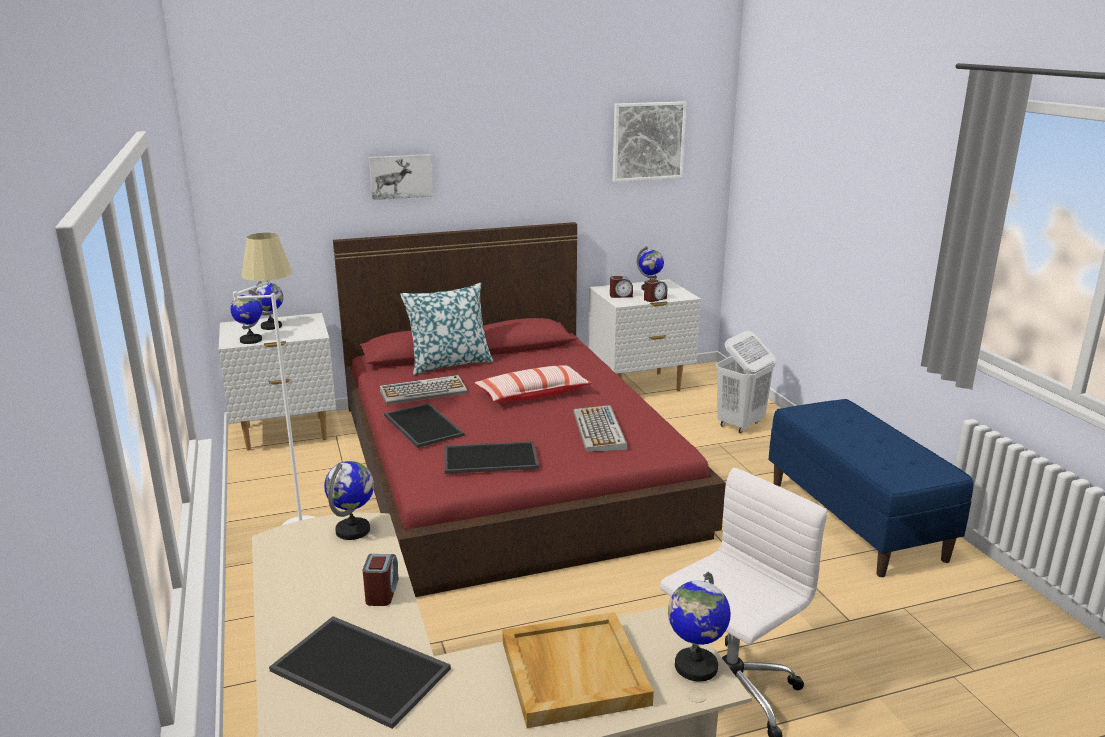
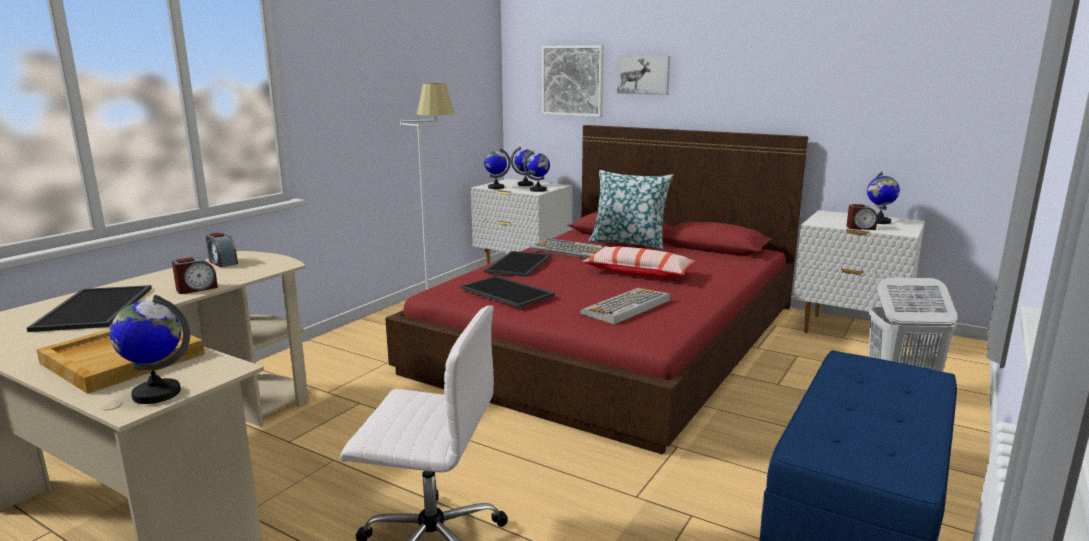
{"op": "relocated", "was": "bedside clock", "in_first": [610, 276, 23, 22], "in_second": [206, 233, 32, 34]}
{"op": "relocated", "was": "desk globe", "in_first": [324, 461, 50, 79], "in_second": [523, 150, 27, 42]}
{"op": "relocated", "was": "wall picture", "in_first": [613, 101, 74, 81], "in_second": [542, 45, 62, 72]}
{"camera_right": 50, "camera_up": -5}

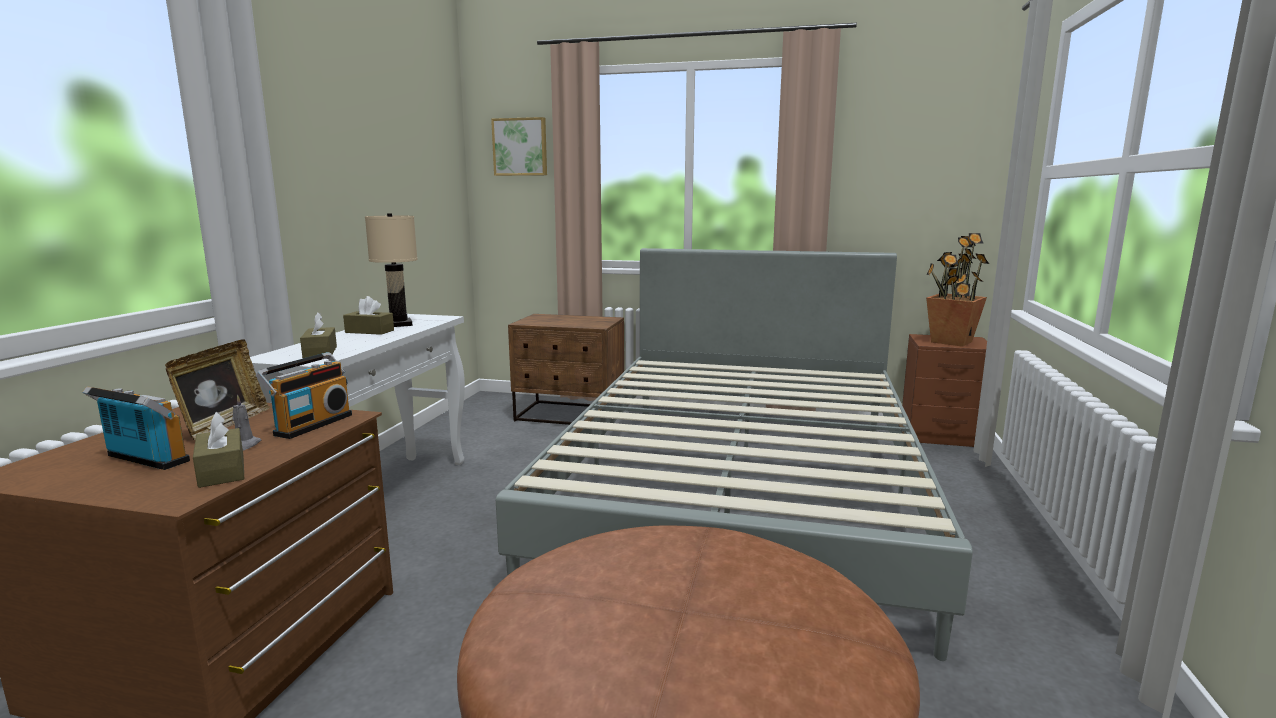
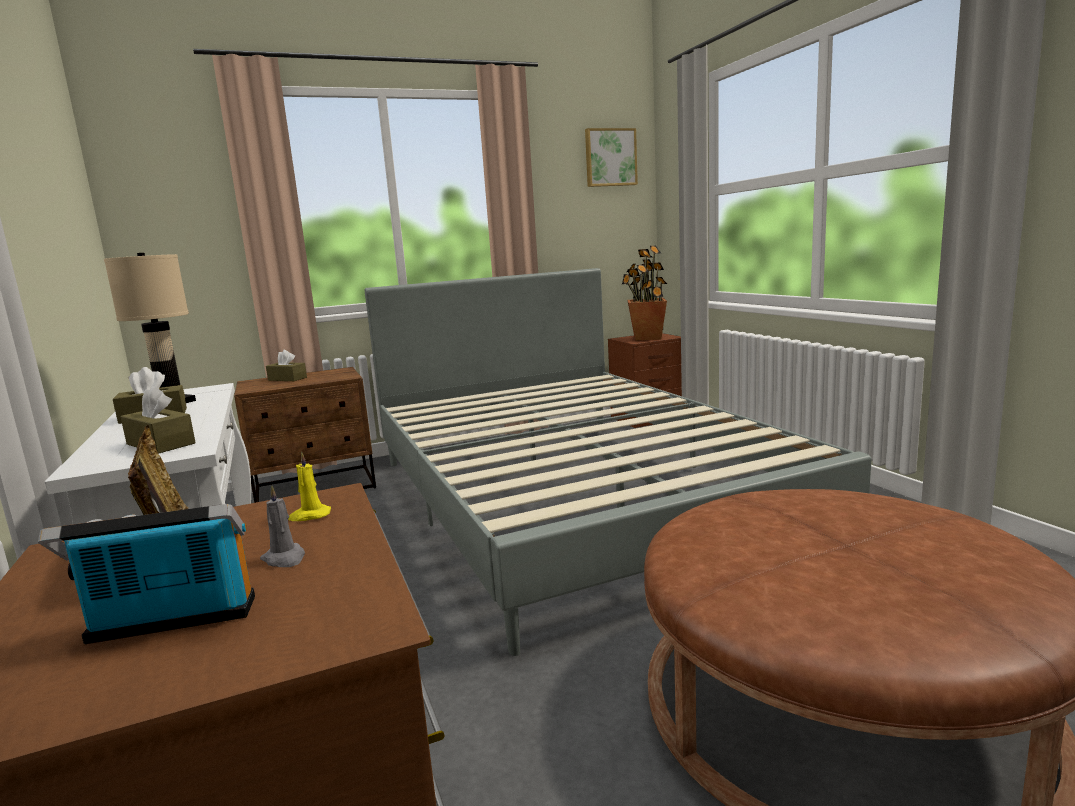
{"op": "relocated", "was": "box of tissues (brown)", "in_first": [193, 412, 51, 76], "in_second": [266, 350, 41, 31]}
{"op": "exchanged", "was": "radio", "now": "candle (yellow-coloured)", "in_first": [256, 352, 96, 87], "in_second": [288, 451, 43, 70]}
{"op": "relocated", "was": "wall picture", "in_first": [491, 117, 56, 59], "in_second": [585, 128, 53, 59]}
{"camera_right": -35, "camera_up": 0}

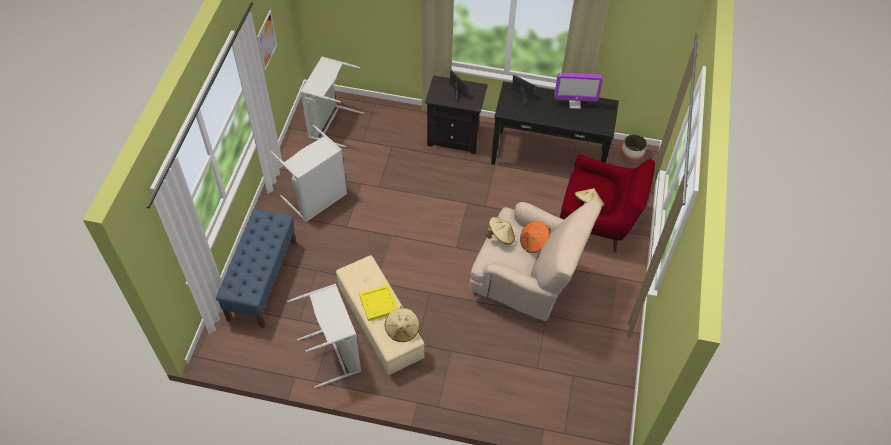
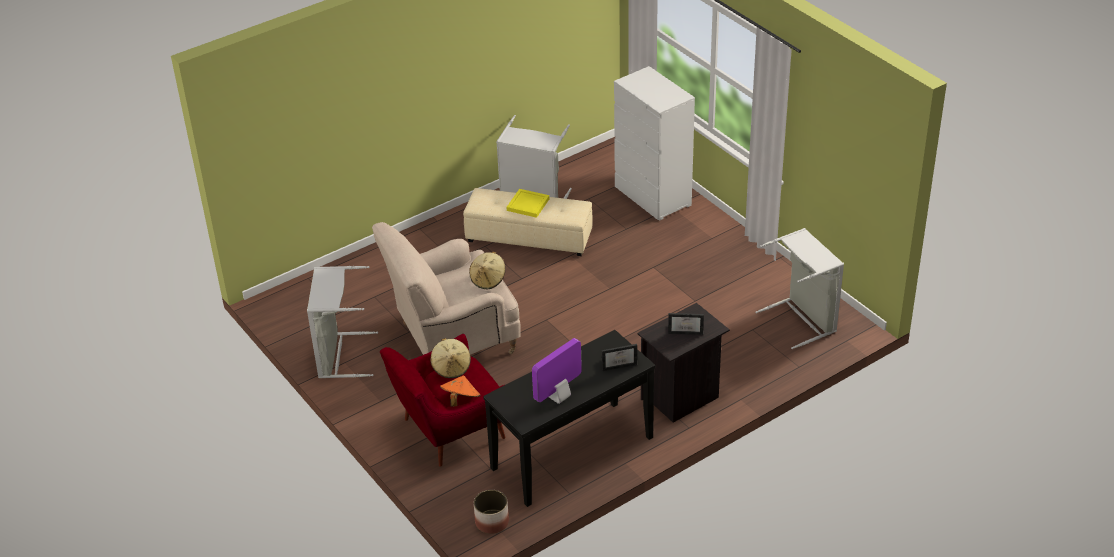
{"op": "relocated", "was": "hamper (grey)", "in_first": [270, 124, 77, 98], "in_second": [307, 266, 71, 112]}
{"op": "relocated", "was": "clothing hat (orange)", "in_first": [520, 221, 30, 32], "in_second": [440, 375, 40, 32]}
{"op": "exchanged", "was": "long seat (bluish)", "now": "dresser (white-coloured)", "in_first": [216, 209, 80, 120], "in_second": [614, 66, 81, 155]}
{"op": "missing", "was": "wall picture", "in_first": [257, 10, 20, 61]}
{"op": "missing", "was": "clothing hat (sand-coloured)", "in_first": [385, 306, 35, 36]}
{"camera_right": 135, "camera_up": -15}

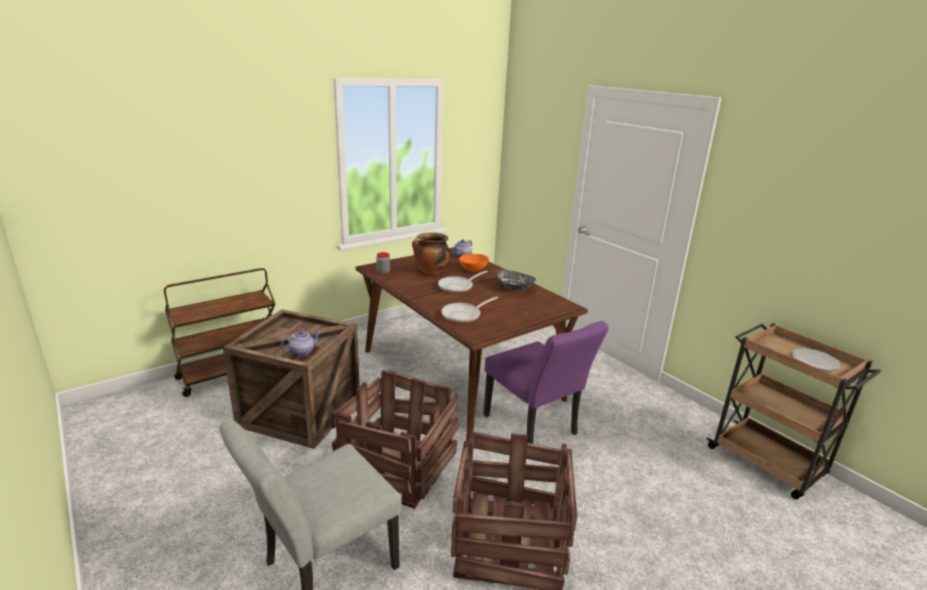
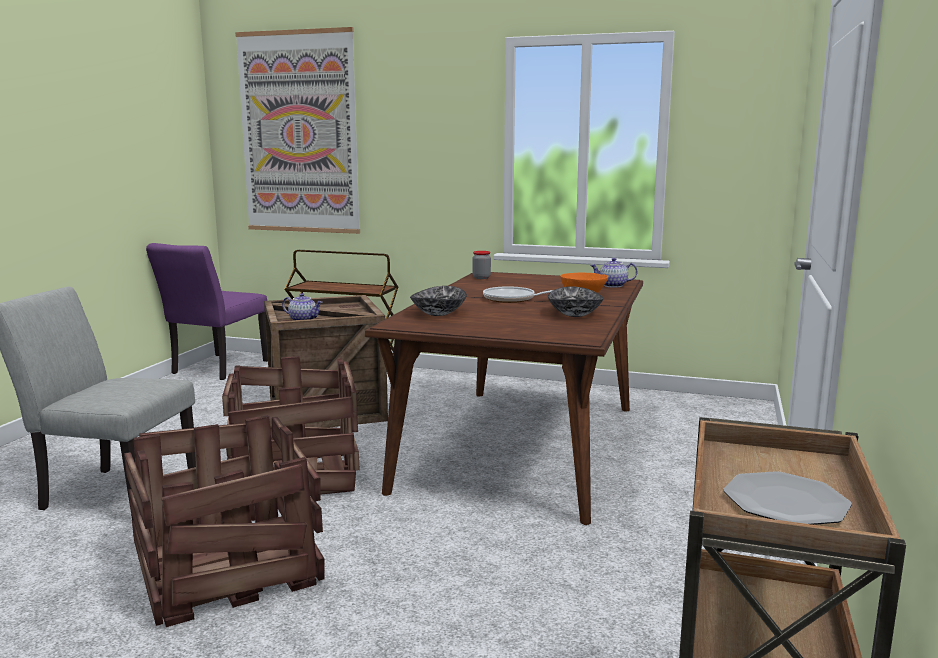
{"op": "relocated", "was": "chair (purple)", "in_first": [484, 321, 125, 123], "in_second": [146, 243, 122, 137]}
{"op": "appeared", "now": "wall picture", "in_second": [235, 27, 125, 207]}
{"op": "exchanged", "was": "frying pan", "now": "bowl", "in_first": [441, 296, 57, 27], "in_second": [410, 286, 57, 30]}
{"op": "missing", "was": "saucepot", "in_first": [412, 233, 38, 42]}
{"camera_right": 55, "camera_up": -10}

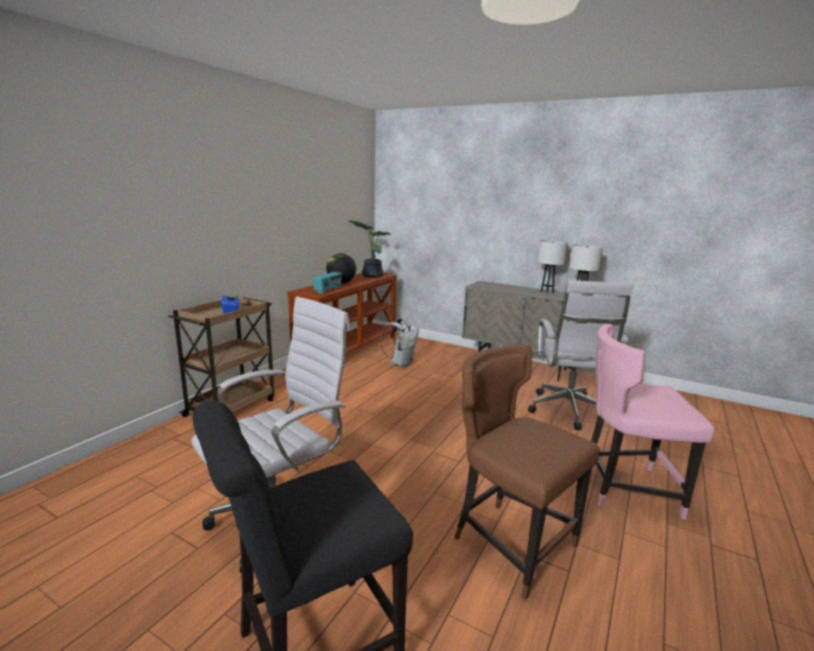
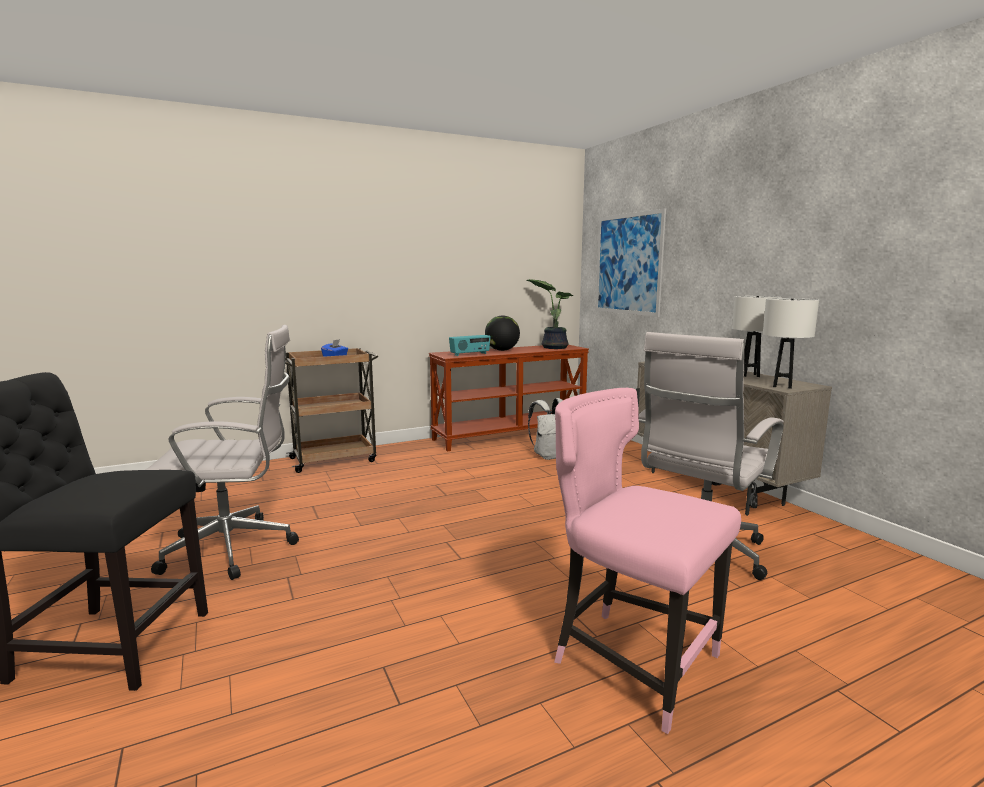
{"op": "appeared", "now": "wall picture", "in_second": [596, 208, 70, 109]}
{"op": "missing", "was": "chair (brown)", "in_first": [454, 344, 146, 256]}
{"camera_right": 35, "camera_up": -5}

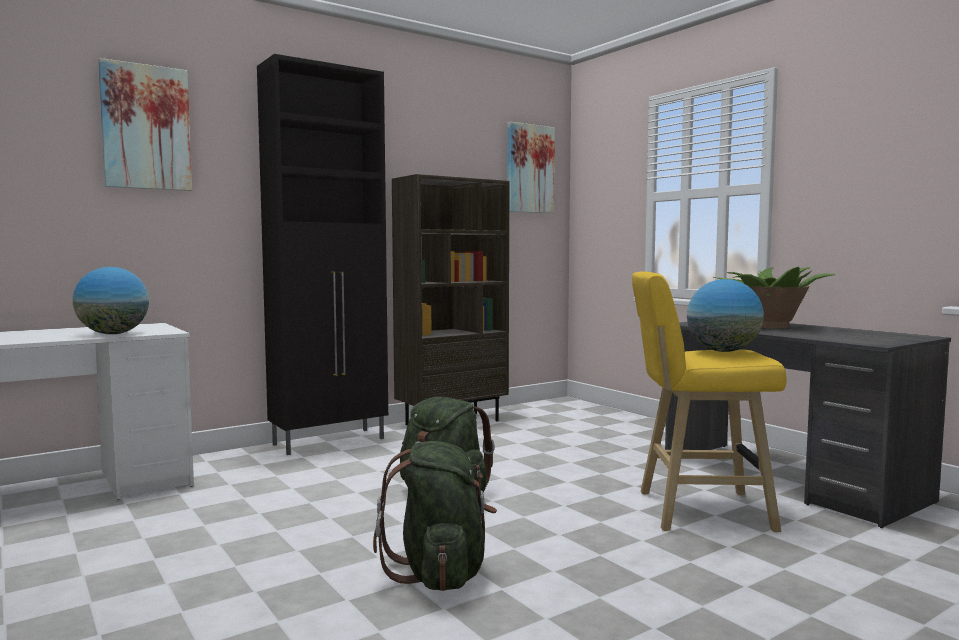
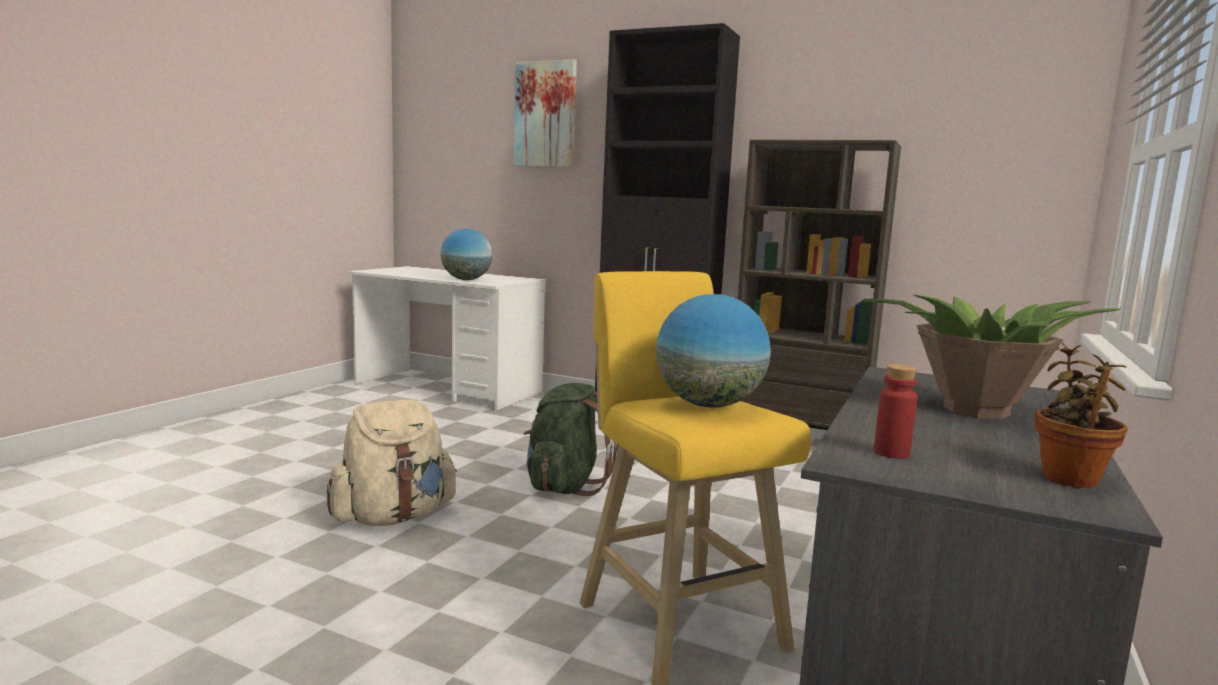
{"op": "colour", "was": "backpack (green)", "now": "backpack (sand-coloured)", "in_first": [373, 441, 124, 150], "in_second": [326, 400, 131, 126]}
{"op": "appeared", "now": "beverage bottle (reddish)", "in_second": [874, 364, 43, 95]}
{"op": "appeared", "now": "houseplant", "in_second": [1035, 343, 93, 145]}
{"op": "missing", "was": "wall picture", "in_first": [507, 122, 48, 91]}
{"camera_right": 60, "camera_up": 5}

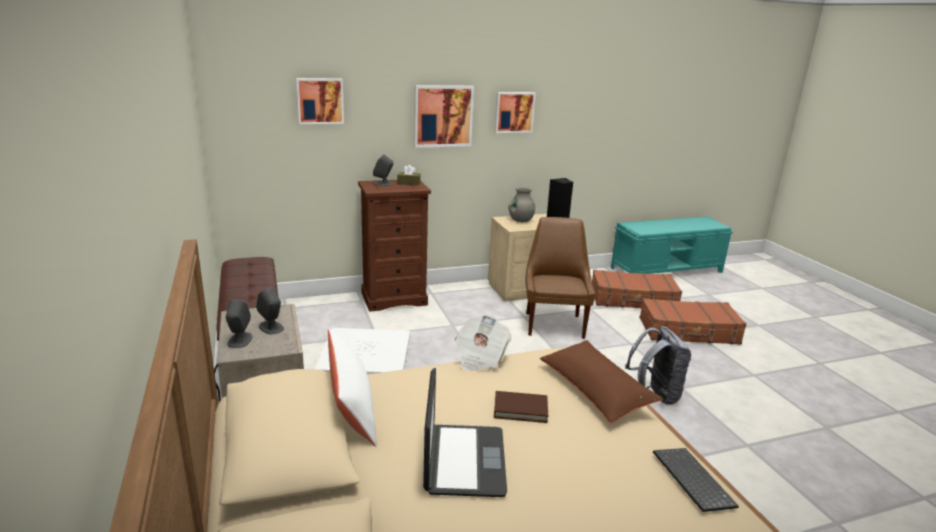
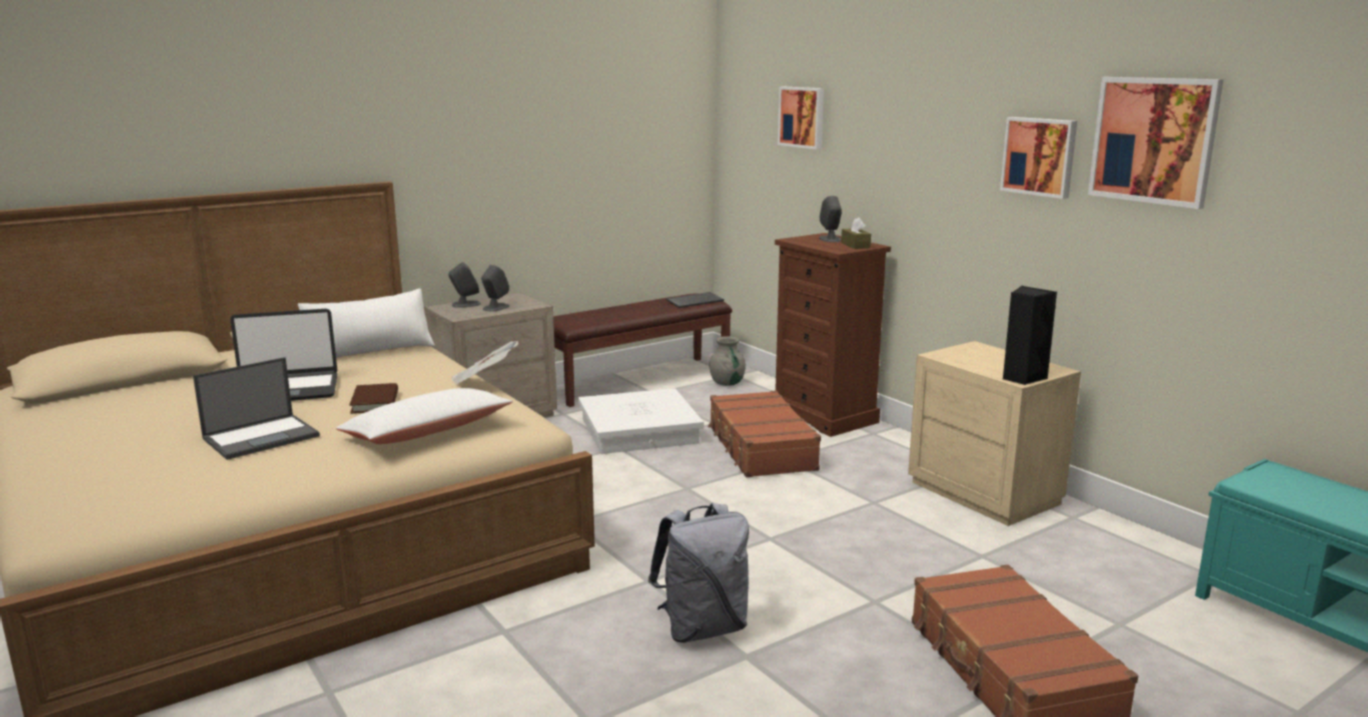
{"op": "appeared", "now": "notebook computer", "in_second": [193, 357, 127, 103]}
{"op": "colour", "was": "throw pillow (brown)", "now": "throw pillow (white-coloured)", "in_first": [540, 340, 123, 83], "in_second": [336, 388, 177, 56]}
{"op": "relocated", "was": "PC keyboard", "in_first": [653, 448, 86, 64], "in_second": [666, 292, 58, 16]}
{"op": "relocated", "was": "suitcase (brown)", "in_first": [592, 270, 90, 38], "in_second": [708, 390, 113, 87]}
{"op": "relocated", "was": "flower vase (grey)", "in_first": [508, 187, 27, 35], "in_second": [709, 336, 37, 50]}
{"op": "relocated", "was": "wall picture", "in_first": [414, 85, 60, 63], "in_second": [1088, 77, 136, 132]}
{"op": "missing", "was": "chair (brown)", "in_first": [526, 217, 70, 122]}
{"camera_right": 75, "camera_up": -5}

